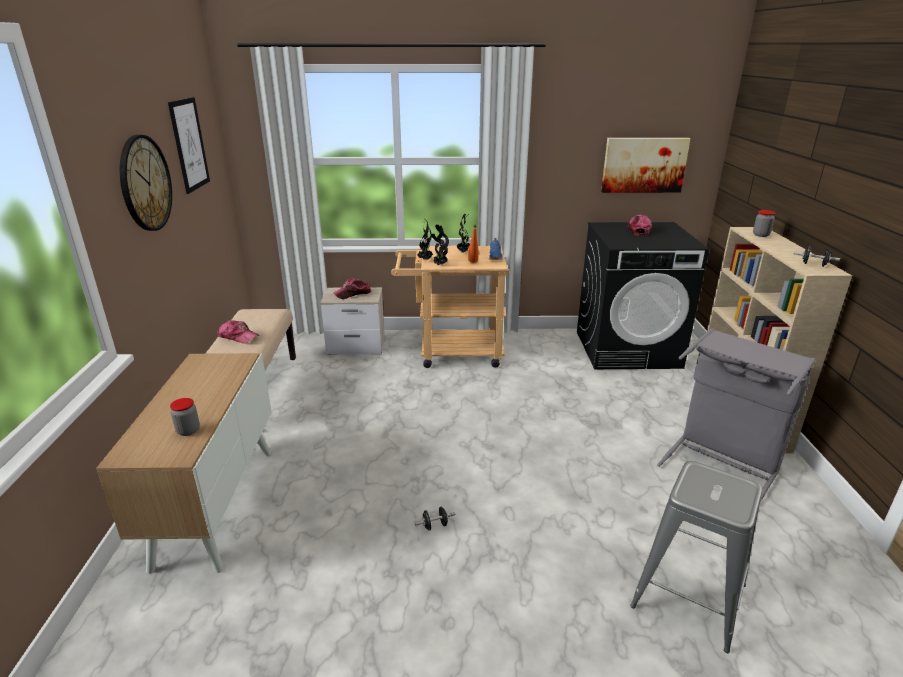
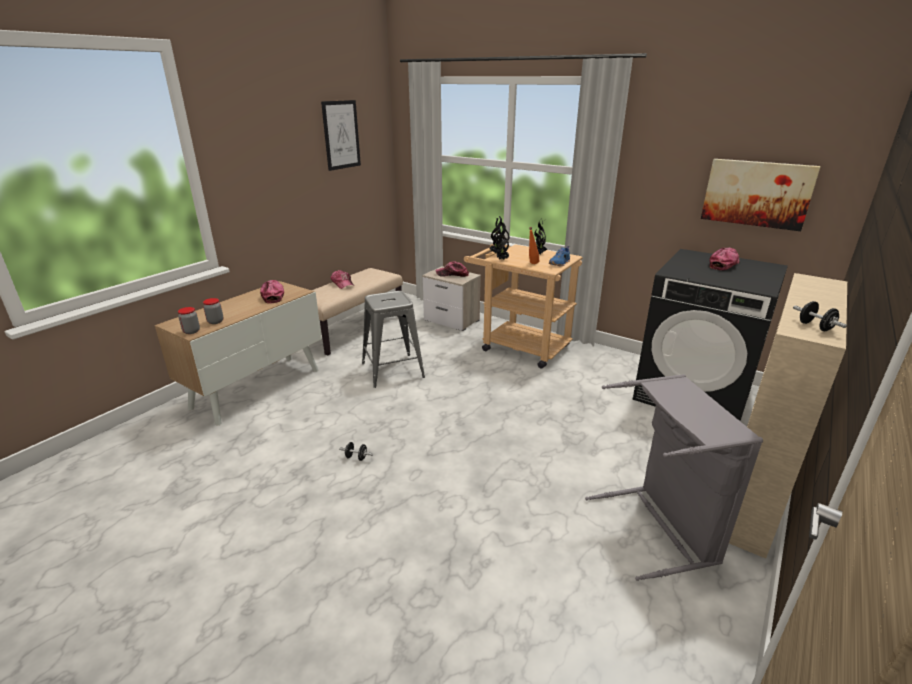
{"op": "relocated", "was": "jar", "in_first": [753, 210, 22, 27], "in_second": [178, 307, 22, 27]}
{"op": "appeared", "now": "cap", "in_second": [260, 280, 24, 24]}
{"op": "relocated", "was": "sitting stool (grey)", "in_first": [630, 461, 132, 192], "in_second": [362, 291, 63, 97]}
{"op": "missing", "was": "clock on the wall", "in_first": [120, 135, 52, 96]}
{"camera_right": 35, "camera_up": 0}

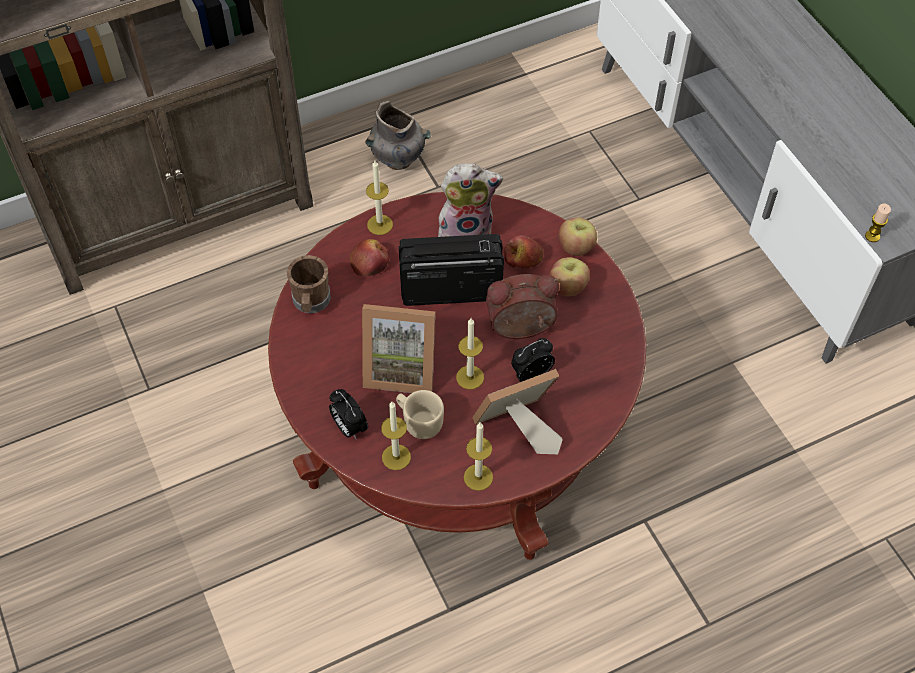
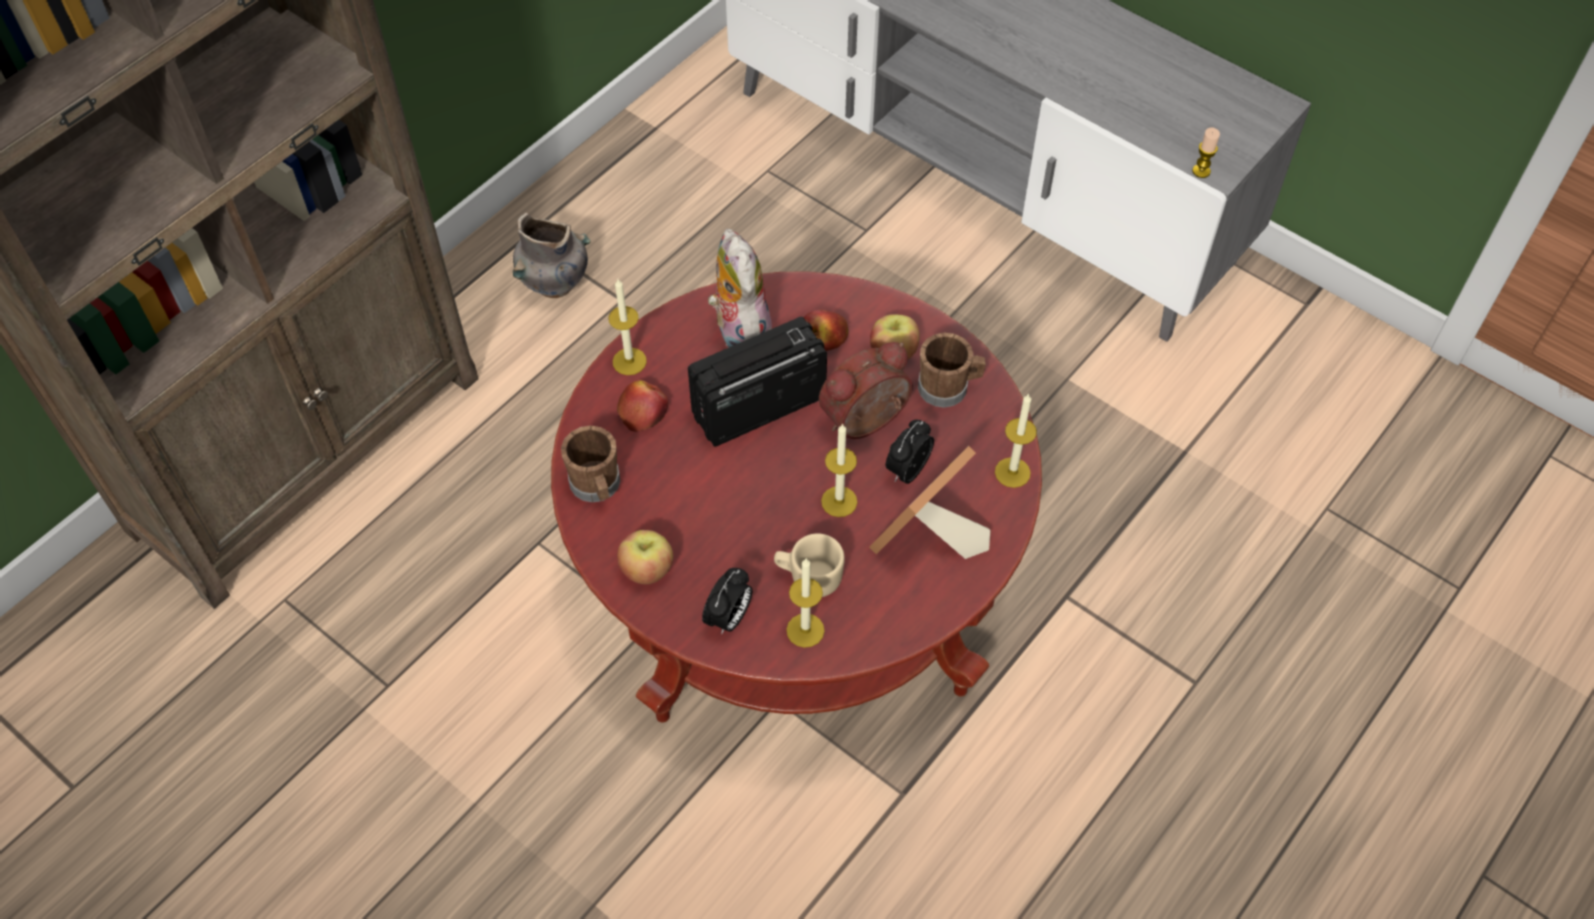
{"op": "relocated", "was": "apple fruit", "in_first": [558, 217, 39, 39], "in_second": [617, 530, 56, 54]}
{"op": "spun", "was": "bedside clock", "in_first": [329, 389, 39, 50], "in_second": [702, 568, 50, 66], "clockwise": -90}
{"op": "spun", "was": "cuddly toy", "in_first": [438, 163, 65, 74], "in_second": [708, 229, 64, 119], "clockwise": -75}
{"op": "appeared", "now": "mug (brown)", "in_second": [918, 332, 68, 76]}
{"op": "relocated", "was": "candle", "in_first": [464, 423, 29, 68], "in_second": [995, 393, 42, 95]}
{"op": "missing", "was": "photo frame", "in_first": [362, 304, 73, 89]}
{"camera_right": -25, "camera_up": 0}

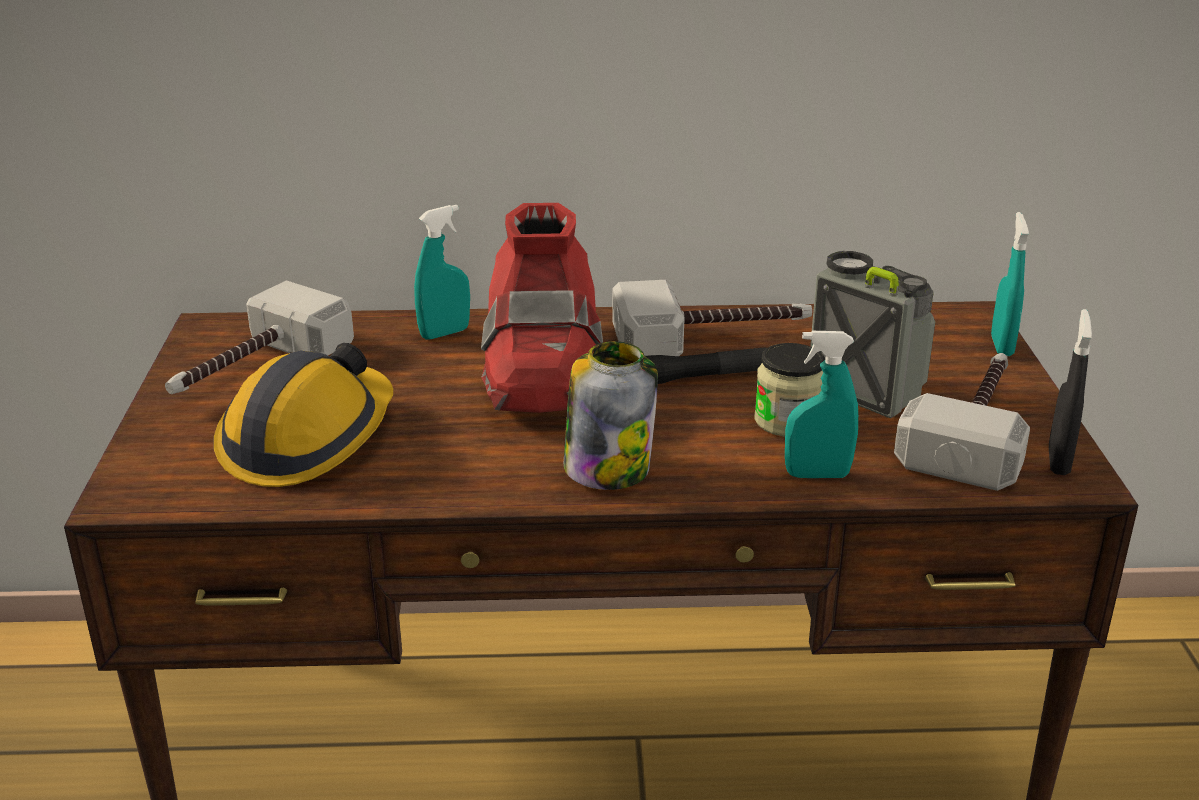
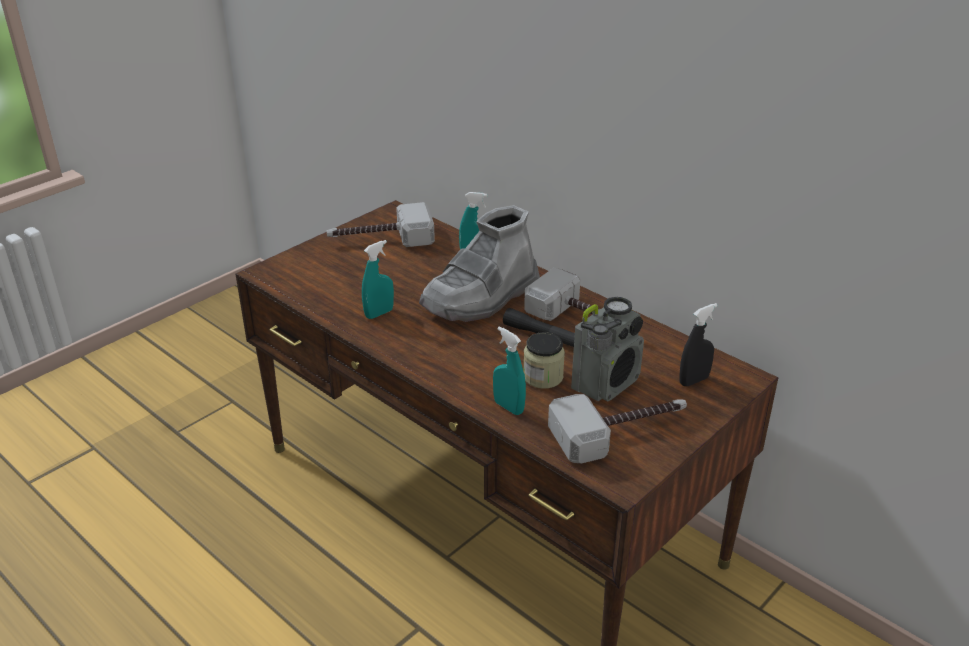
{"op": "relocated", "was": "spray bottle (turquoise-coloured)", "in_first": [991, 212, 38, 144], "in_second": [362, 240, 32, 79]}
{"op": "colour", "was": "high-top boot (reddish)", "now": "high-top boot (grey)", "in_first": [481, 203, 122, 210], "in_second": [419, 205, 121, 117]}
{"op": "spun", "was": "radio", "in_first": [810, 251, 125, 167], "in_second": [571, 297, 73, 104], "clockwise": 45}
{"op": "relocated", "was": "spray bottle (black)", "in_first": [1049, 309, 43, 166], "in_second": [679, 303, 39, 83]}
{"op": "missing", "was": "work helmet", "in_first": [213, 343, 180, 144]}
{"op": "missing", "was": "jar", "in_first": [564, 341, 94, 149]}
{"camera_right": 45, "camera_up": 5}

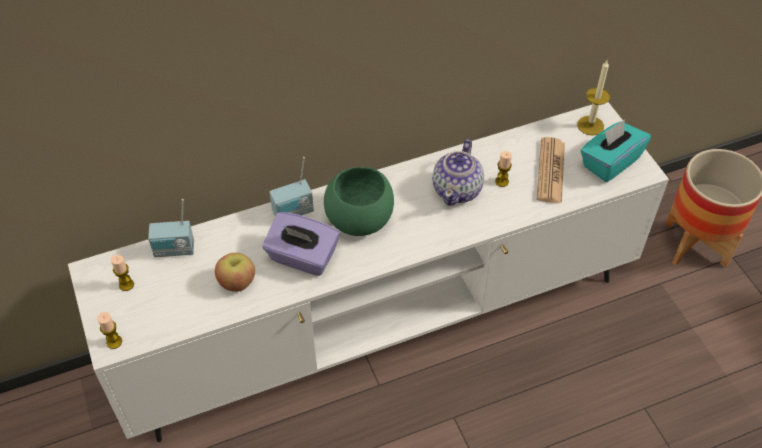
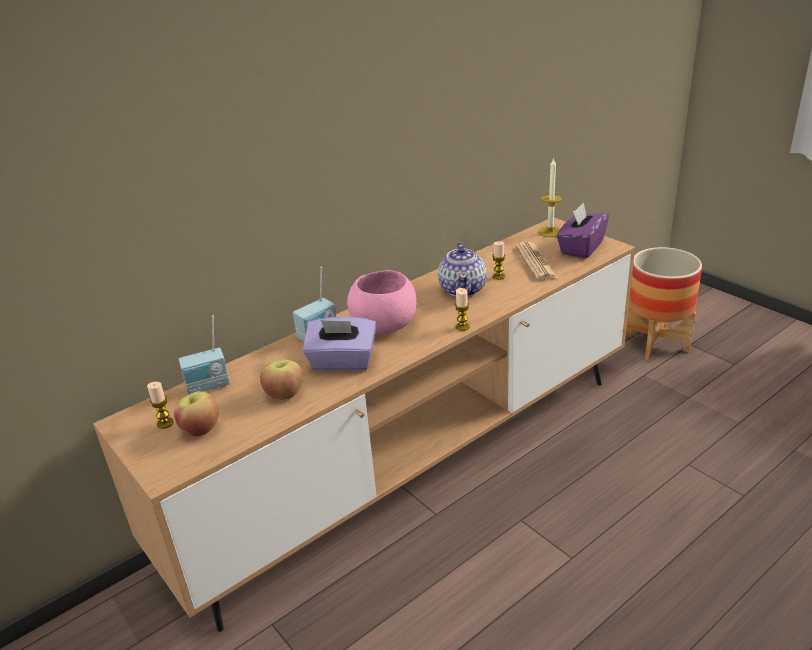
{"op": "colour", "was": "media console (white-coloured)", "now": "media console (brown)", "in_first": [68, 102, 601, 340], "in_second": [93, 218, 542, 414]}
{"op": "appeared", "now": "apple fruit", "in_second": [174, 391, 45, 45]}
{"op": "colour", "was": "bowl (green)", "now": "bowl (pink-coloured)", "in_first": [324, 167, 70, 69], "in_second": [347, 270, 70, 64]}
{"op": "relocated", "was": "candle", "in_first": [97, 312, 25, 37], "in_second": [455, 288, 15, 43]}
{"op": "colour", "was": "box of tissues (turquoise-coloured)", "now": "box of tissues (purple)", "in_first": [581, 119, 70, 63], "in_second": [556, 202, 53, 57]}
{"camera_right": -15, "camera_up": -20}

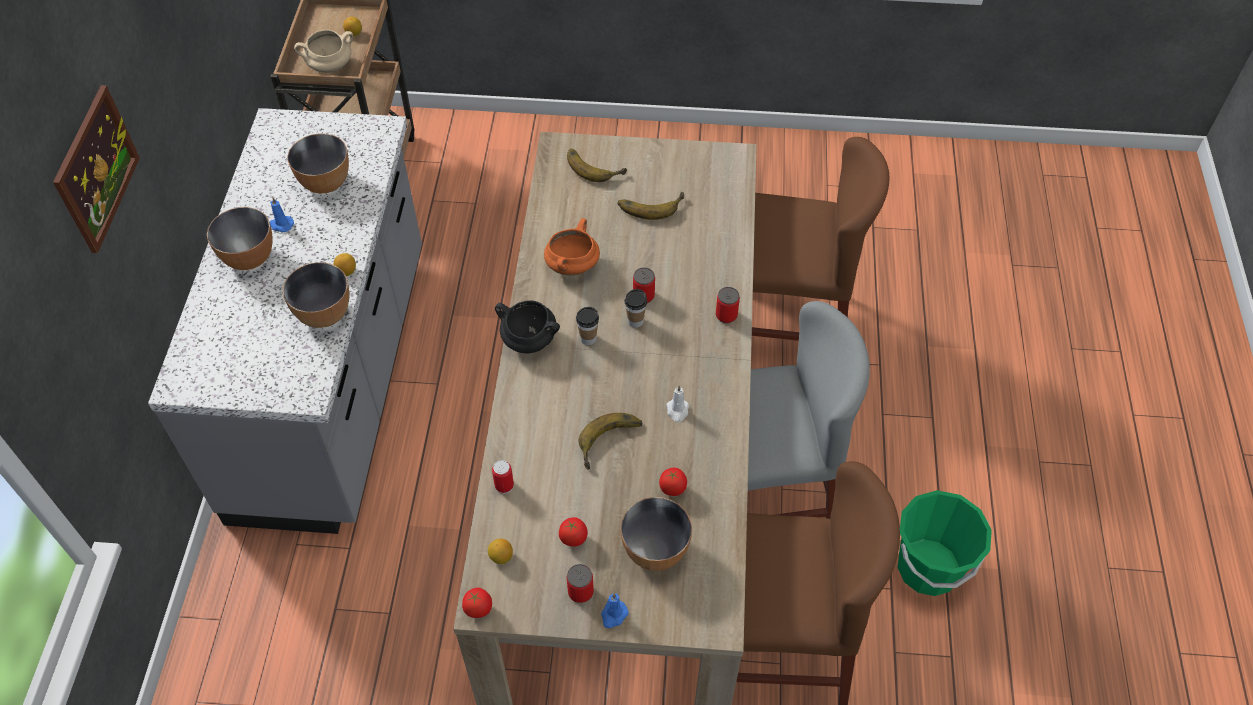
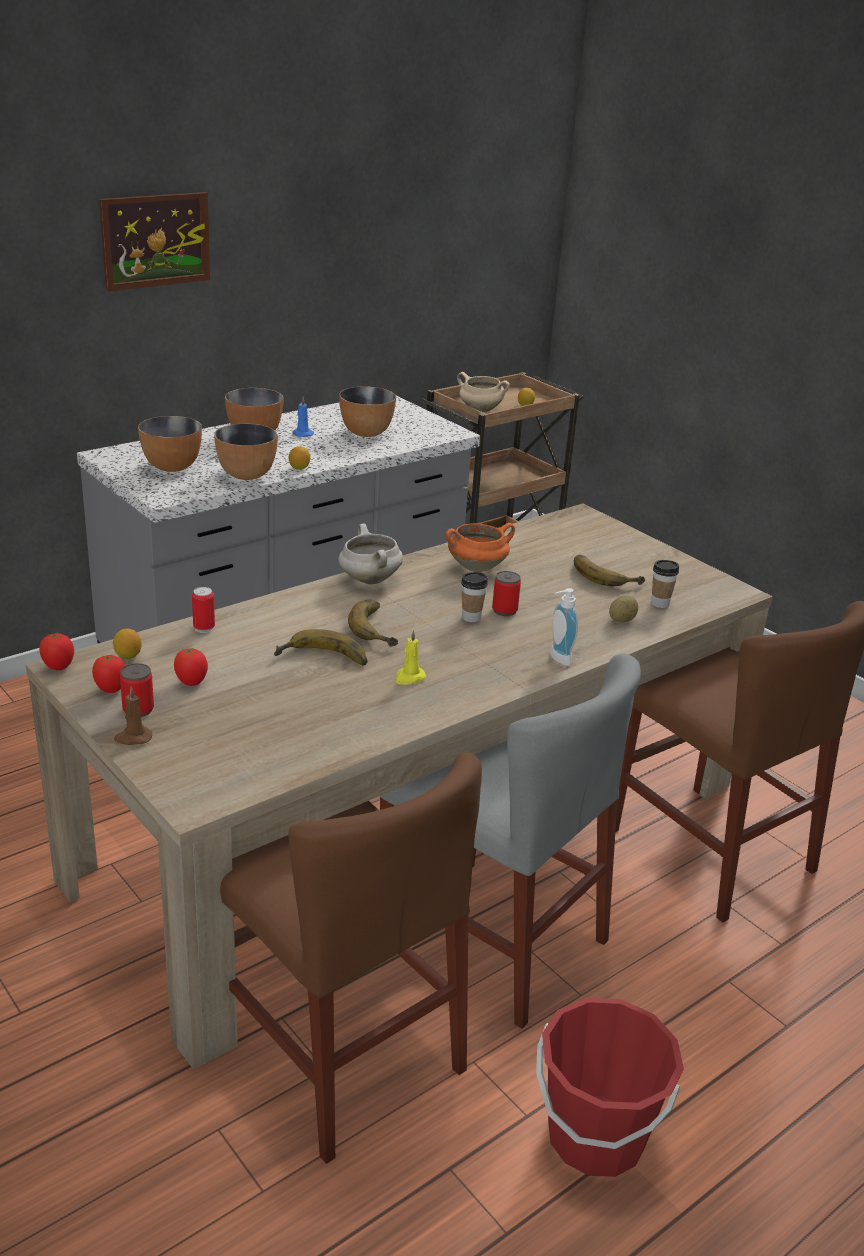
{"op": "relocated", "was": "whole tomato", "in_first": [659, 468, 28, 28], "in_second": [92, 654, 34, 39]}
{"op": "colour", "was": "candle (bluish)", "now": "candle (brown)", "in_first": [601, 593, 28, 35], "in_second": [114, 687, 38, 58]}
{"op": "relocated", "was": "bowl", "in_first": [620, 497, 72, 74], "in_second": [138, 416, 64, 56]}
{"op": "colour", "was": "saucepot (black)", "now": "saucepot (white-coloured)", "in_first": [495, 300, 65, 53], "in_second": [339, 523, 64, 61]}
{"op": "relocated", "was": "banana", "in_first": [567, 148, 60, 34], "in_second": [348, 599, 50, 48]}
{"op": "colour", "was": "candle (white-coloured)", "now": "candle (yellow-coloured)", "in_first": [666, 385, 23, 38], "in_second": [395, 630, 31, 55]}
{"op": "colour", "was": "pail (green)", "now": "pail (reddish)", "in_first": [897, 490, 95, 106], "in_second": [536, 998, 148, 179]}
{"op": "exchanged", "was": "can", "now": "liquid soap bottle", "in_first": [716, 287, 24, 36], "in_second": [550, 588, 28, 78]}
{"op": "appeared", "now": "spud", "in_second": [609, 595, 30, 27]}
{"op": "relocated", "was": "drinking cup", "in_first": [576, 307, 23, 38], "in_second": [651, 560, 28, 48]}
{"camera_right": 45, "camera_up": -25}

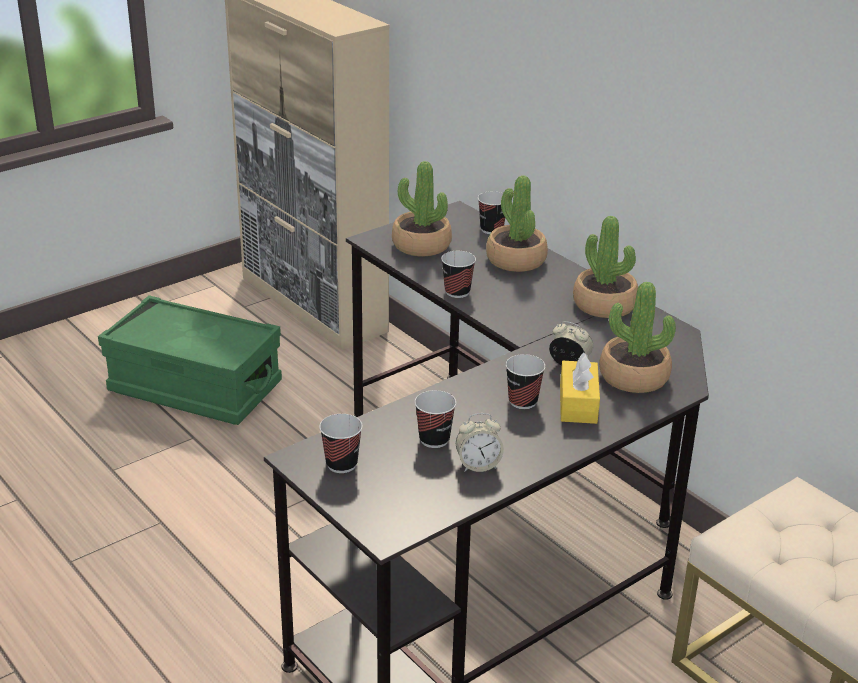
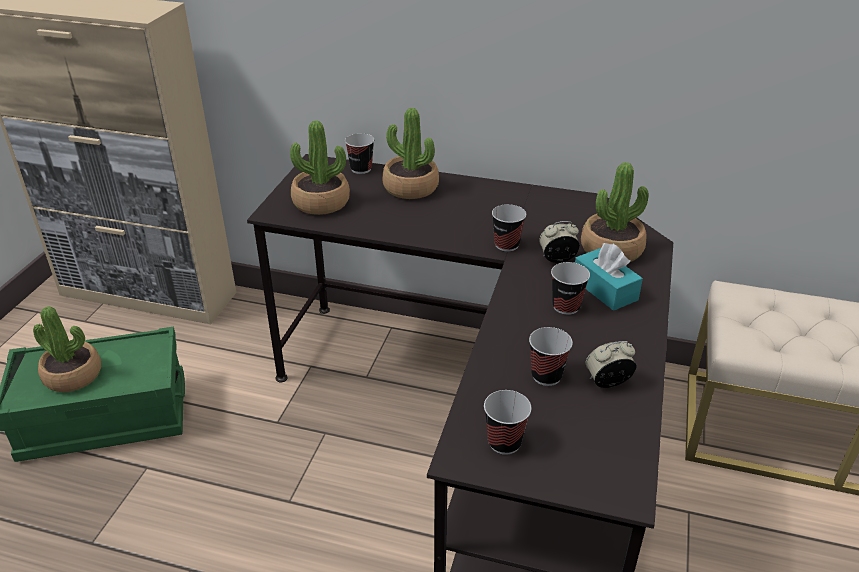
{"op": "relocated", "was": "houseplant", "in_first": [573, 216, 65, 102], "in_second": [33, 306, 68, 86]}
{"op": "relocated", "was": "drinking cup", "in_first": [441, 251, 35, 47], "in_second": [492, 204, 34, 48]}
{"op": "colour", "was": "box of tissues (yellow-coloured)", "now": "box of tissues (turquoise-coloured)", "in_first": [560, 352, 40, 72], "in_second": [575, 243, 68, 68]}
{"op": "spun", "was": "bedside clock", "in_first": [456, 413, 48, 59], "in_second": [585, 341, 51, 47], "clockwise": -150}
{"camera_right": -35, "camera_up": 5}

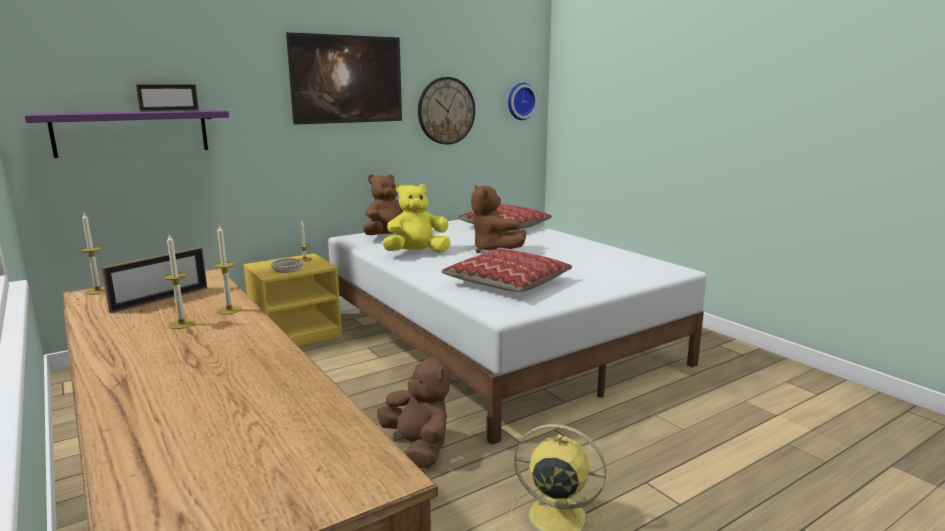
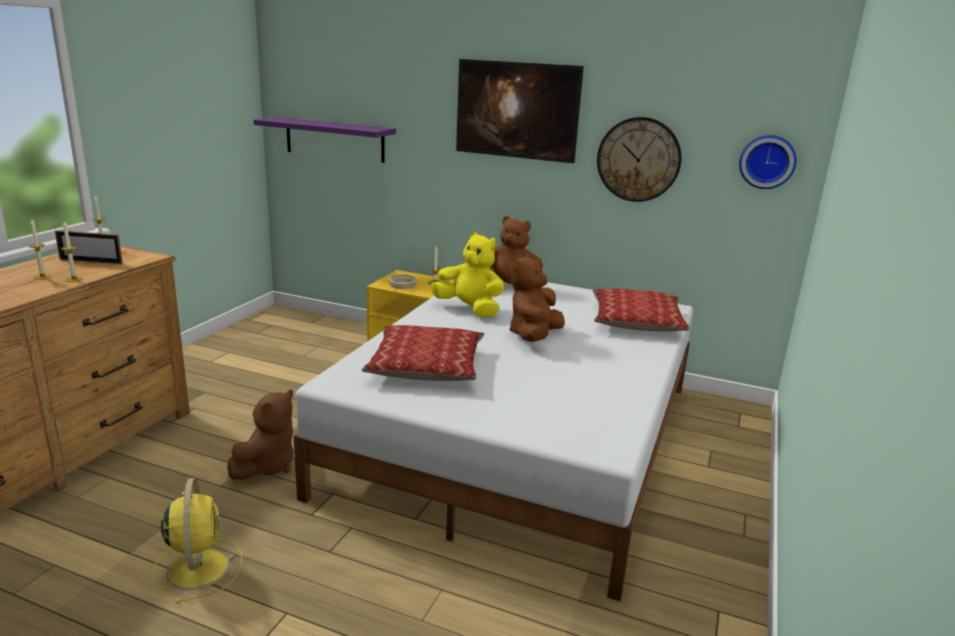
{"op": "missing", "was": "photo frame", "in_first": [135, 84, 64, 28]}
{"camera_right": 55, "camera_up": 5}

